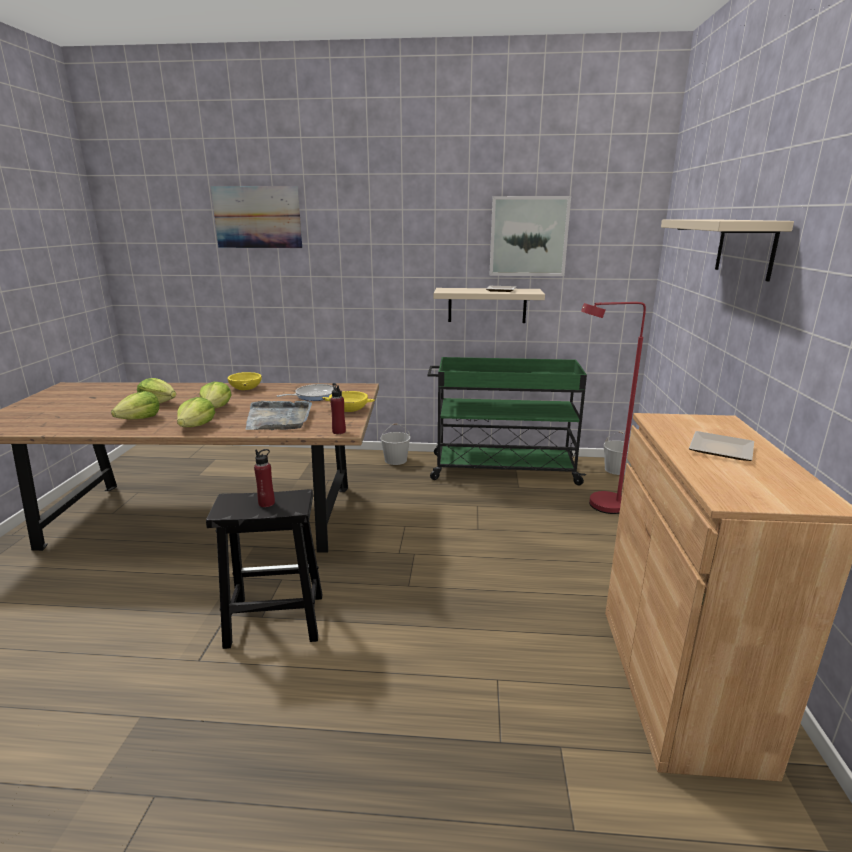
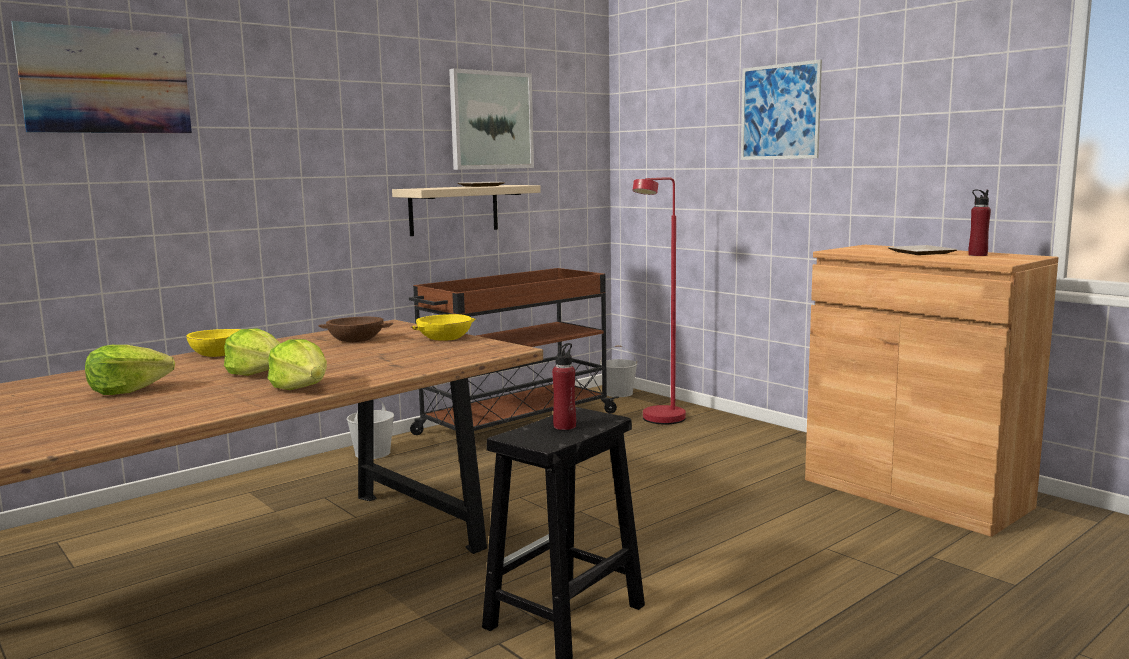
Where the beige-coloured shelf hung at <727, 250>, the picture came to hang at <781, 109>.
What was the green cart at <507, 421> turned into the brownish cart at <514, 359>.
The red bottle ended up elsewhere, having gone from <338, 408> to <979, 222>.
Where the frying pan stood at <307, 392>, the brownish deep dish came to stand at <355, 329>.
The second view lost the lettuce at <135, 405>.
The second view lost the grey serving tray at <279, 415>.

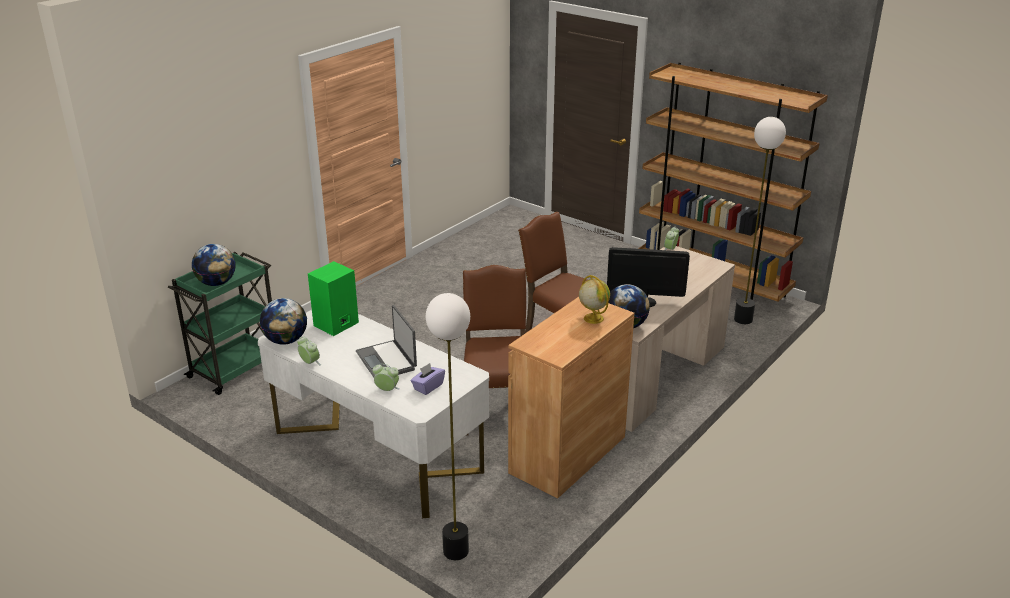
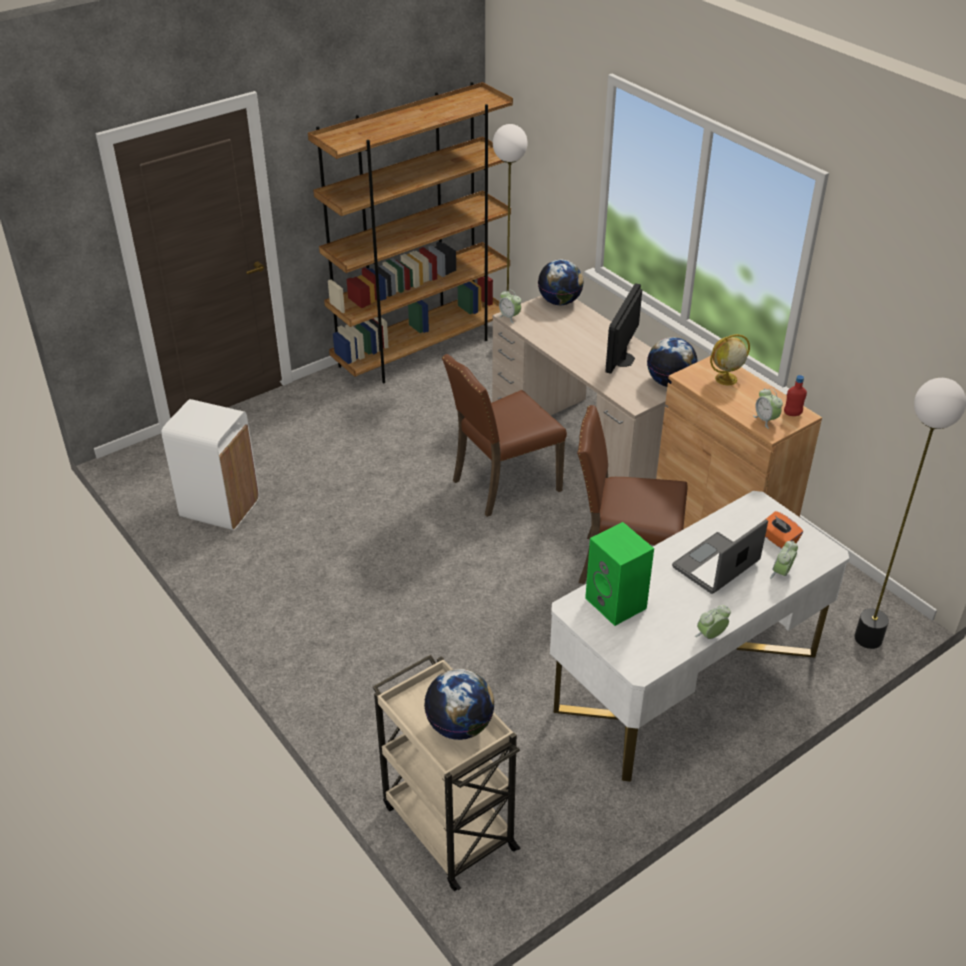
What was the green cart at <220, 323> turned into the beige-coloured cart at <447, 773>.
The world globe ended up elsewhere, having gone from <283, 321> to <560, 282>.
The notebook computer at <386, 341> ended up facing another way, 150 degrees clockwise from before.
What was the purple-coloured box of tissues at <428, 379> turned into the orange-coloured box of tissues at <784, 530>.
The second view gained the red bottle at <795, 395>.
The second view gained the table clock at <768, 408>.
The second view gained the white waste bin at <210, 464>.

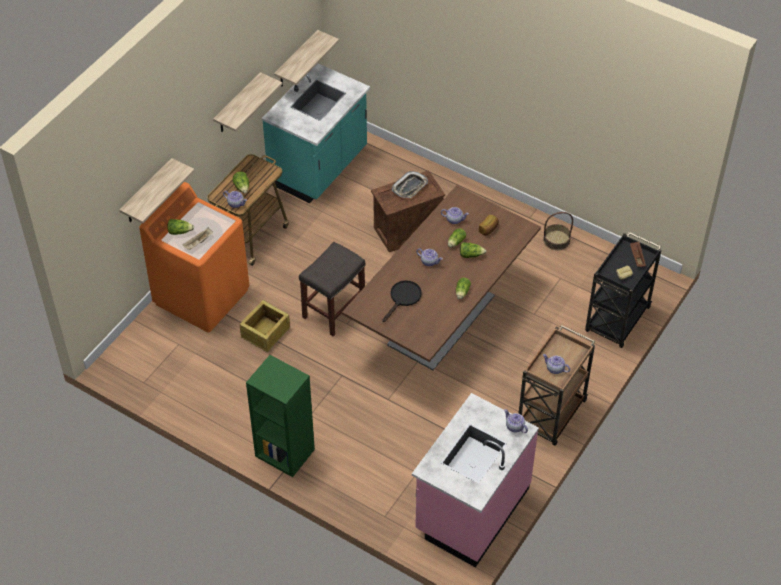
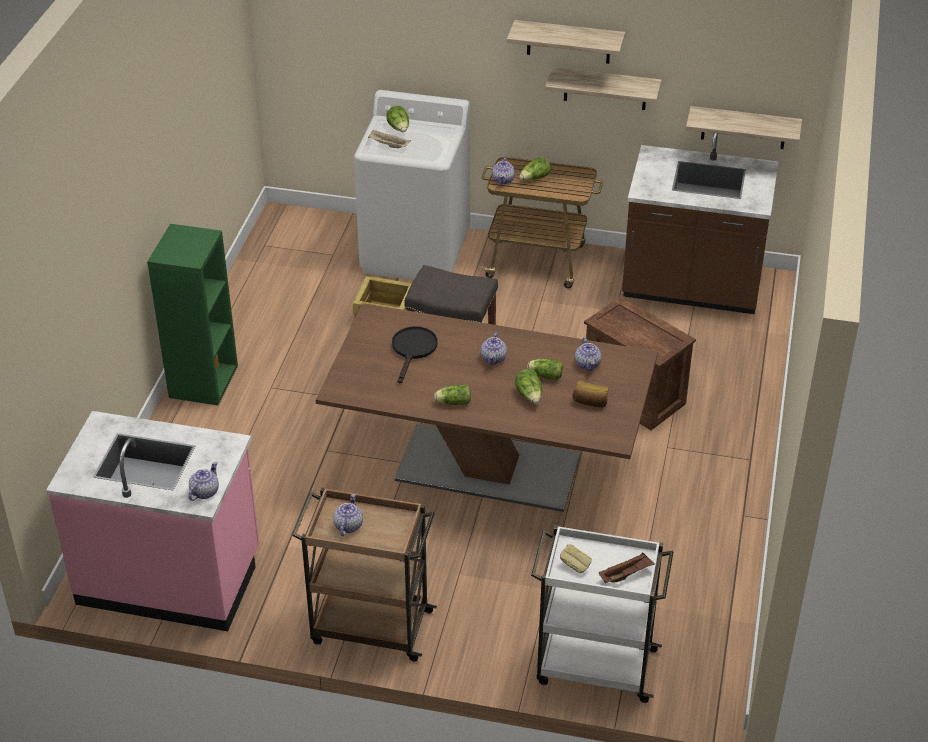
What was the turquoise kitchen base unit at <316, 133> turned into the brownish kitchen base unit at <700, 223>.
The shelf ended up elsewhere, having gone from <157, 191> to <566, 42>.
The second view lost the serving tray at <410, 184>.
What was the orange-coloured laundry machine at <194, 257> turned into the white laundry machine at <412, 185>.
The second view lost the basket at <558, 231>.
What was the black cart at <623, 290> turned into the white cart at <602, 614>.
The black frying pan at <402, 301> ended up facing another way, 90 degrees counterclockwise from before.

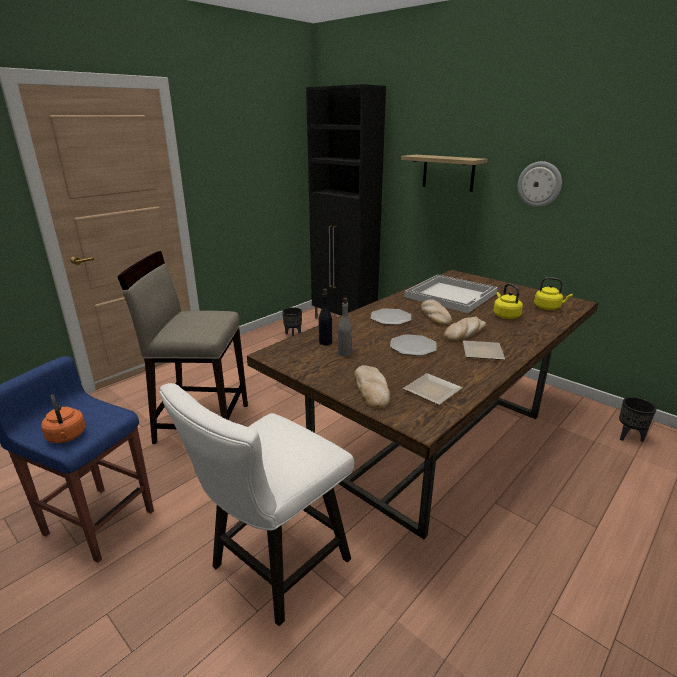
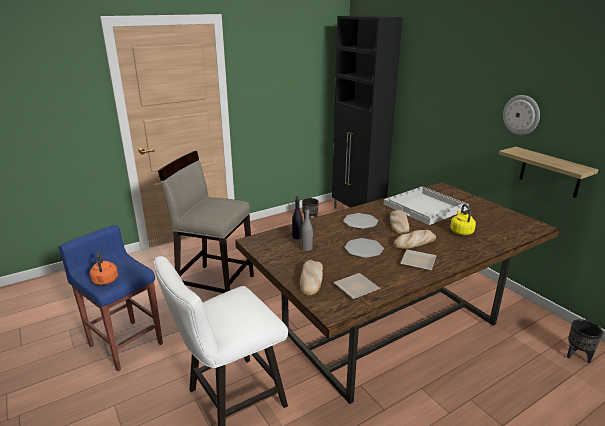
The shelf ended up elsewhere, having gone from <444, 173> to <548, 172>.
The second view lost the yellow tea kettle at <553, 293>.

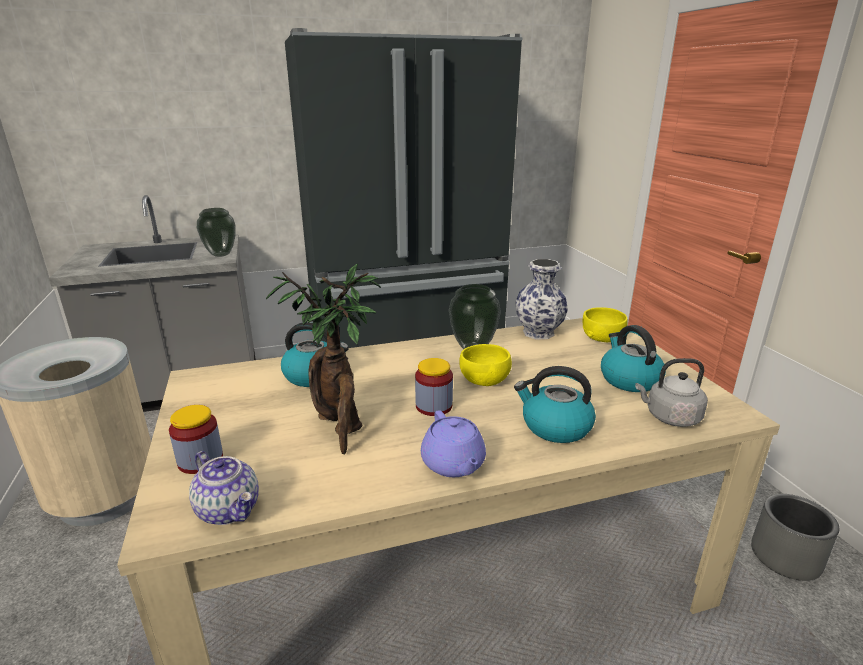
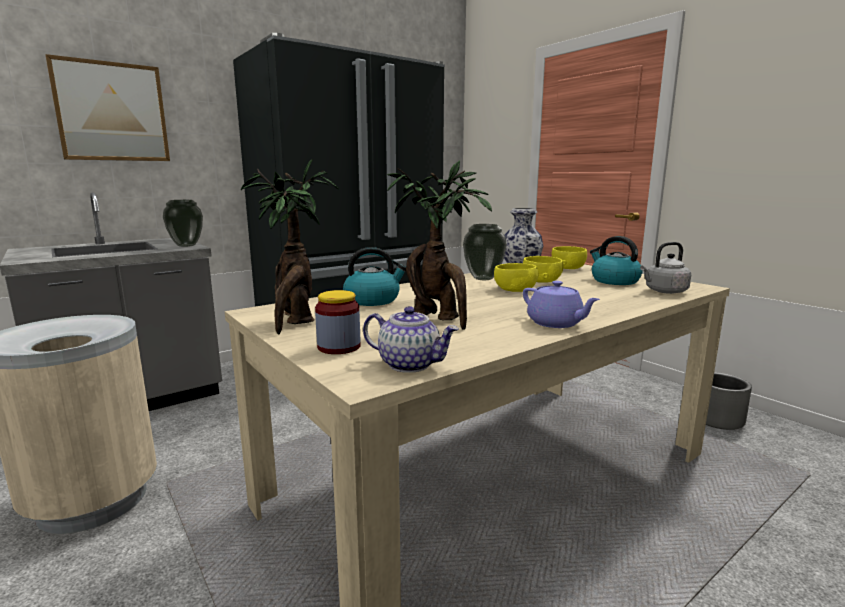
The second view lost the jar at <434, 387>.
The second view lost the tea kettle at <555, 404>.
The second view gained the picture at <107, 107>.
The second view gained the plant in a pot at <290, 247>.
The second view gained the yellow deep dish at <543, 269>.

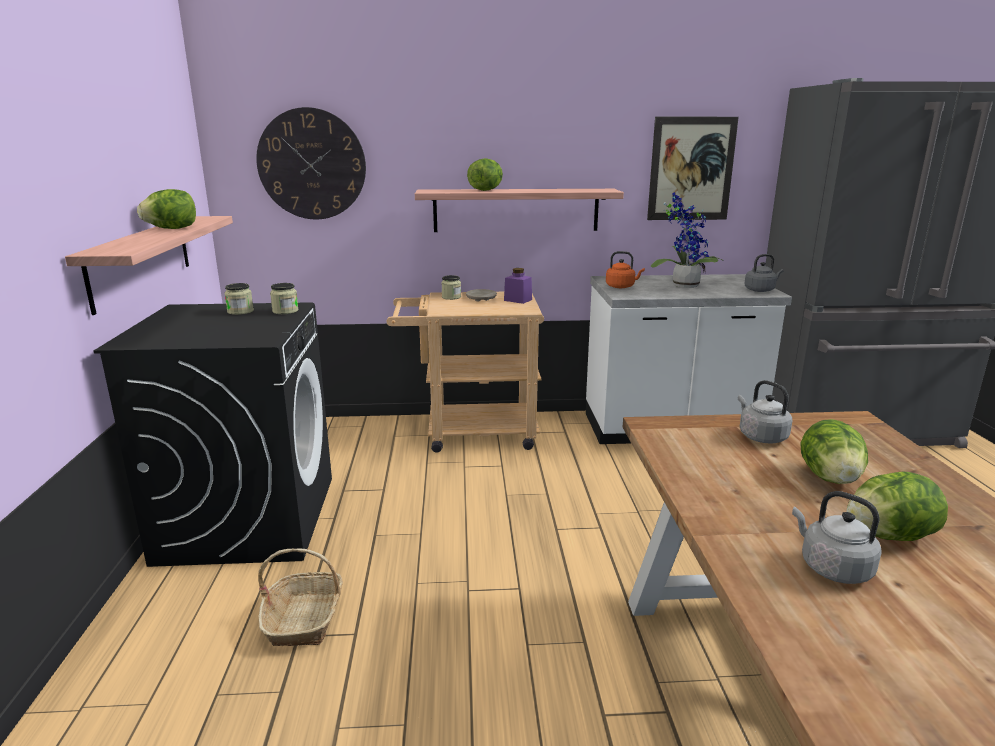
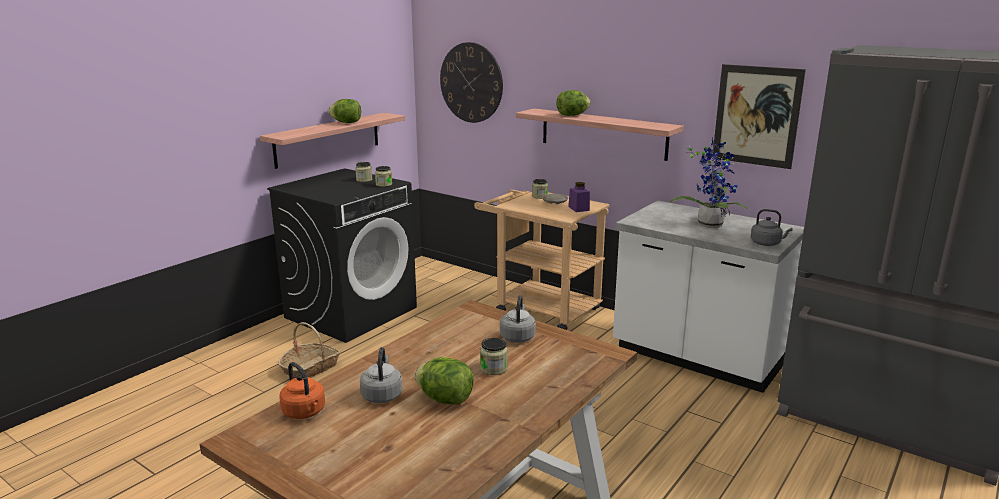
The orange-coloured tea kettle ended up elsewhere, having gone from <625, 269> to <302, 390>.
Where the lettuce stood at <834, 451>, the jar came to stand at <494, 356>.

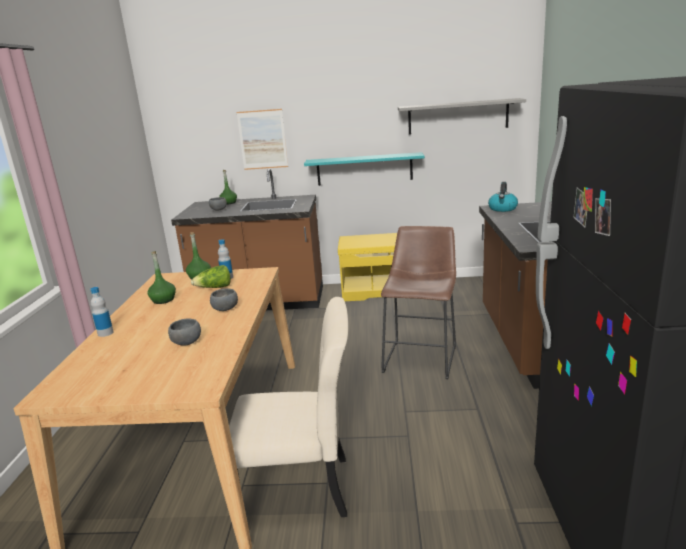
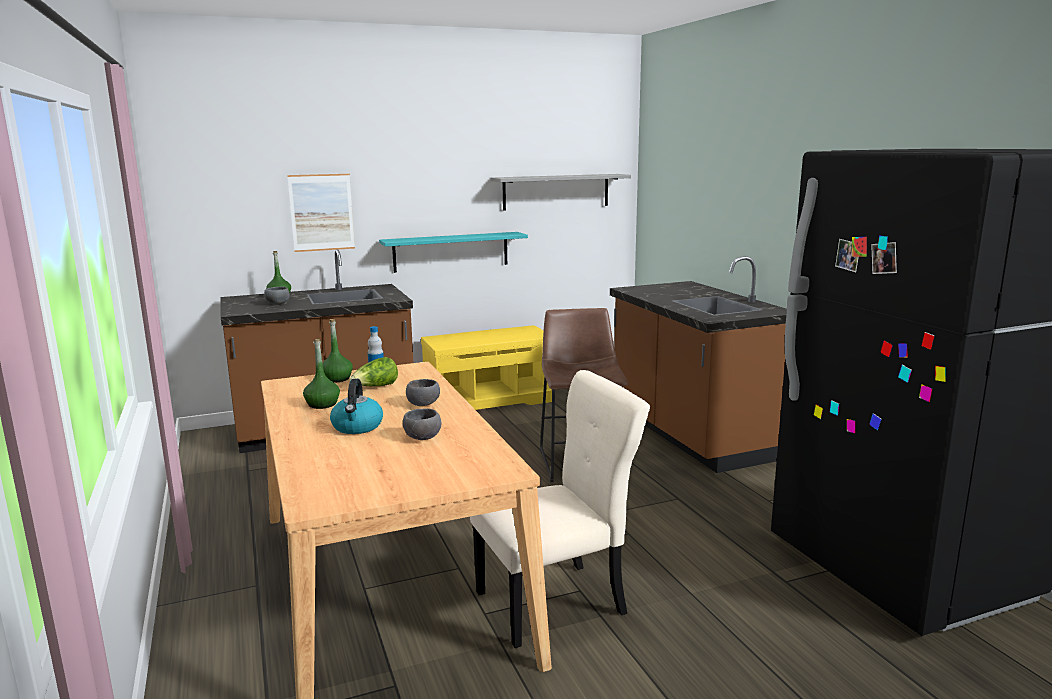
The tea kettle ended up elsewhere, having gone from <503, 197> to <356, 406>.
The second view lost the bottle at <102, 312>.

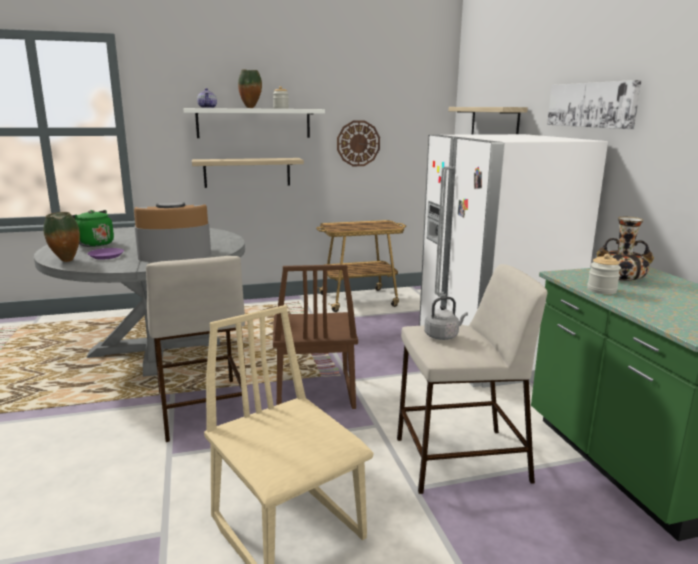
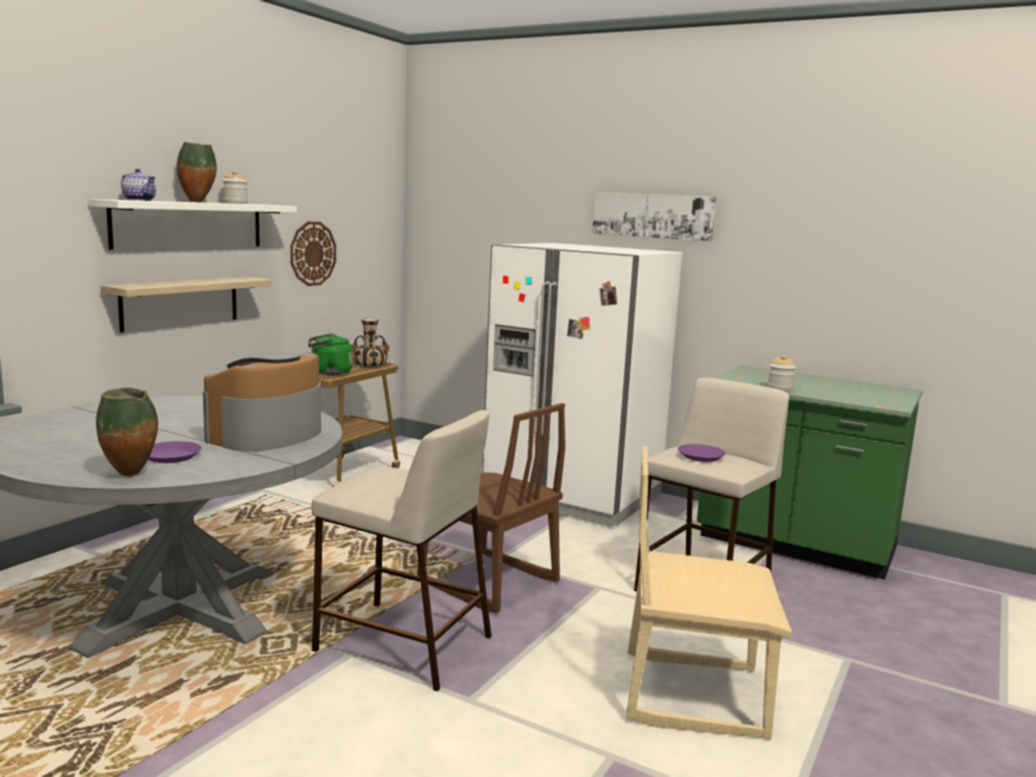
The second view lost the shelf at <488, 121>.
The green tea kettle ended up elsewhere, having gone from <93, 228> to <330, 354>.
The vase ended up elsewhere, having gone from <625, 248> to <370, 342>.
Where the grey tea kettle stood at <446, 318>, the purple-coloured flat dish came to stand at <702, 453>.

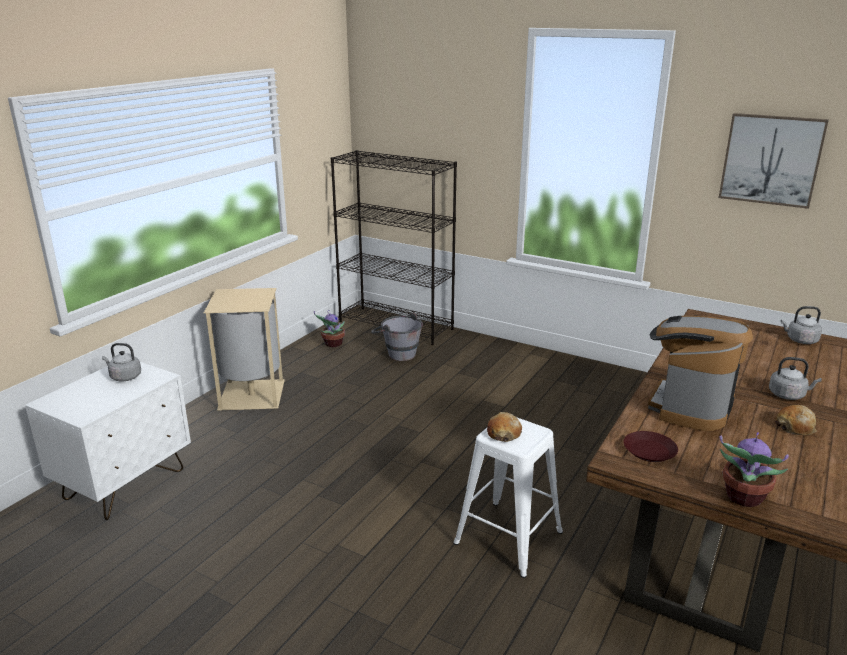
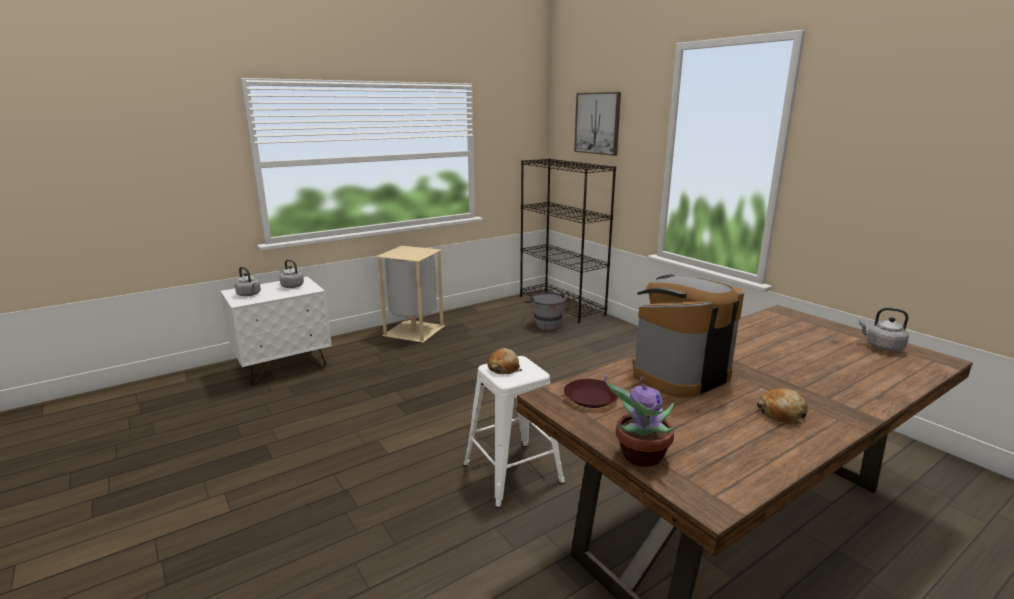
The picture ended up elsewhere, having gone from <774, 161> to <597, 124>.
The second view lost the plant in a pot at <329, 328>.
The grey tea kettle ended up elsewhere, having gone from <795, 378> to <248, 281>.

